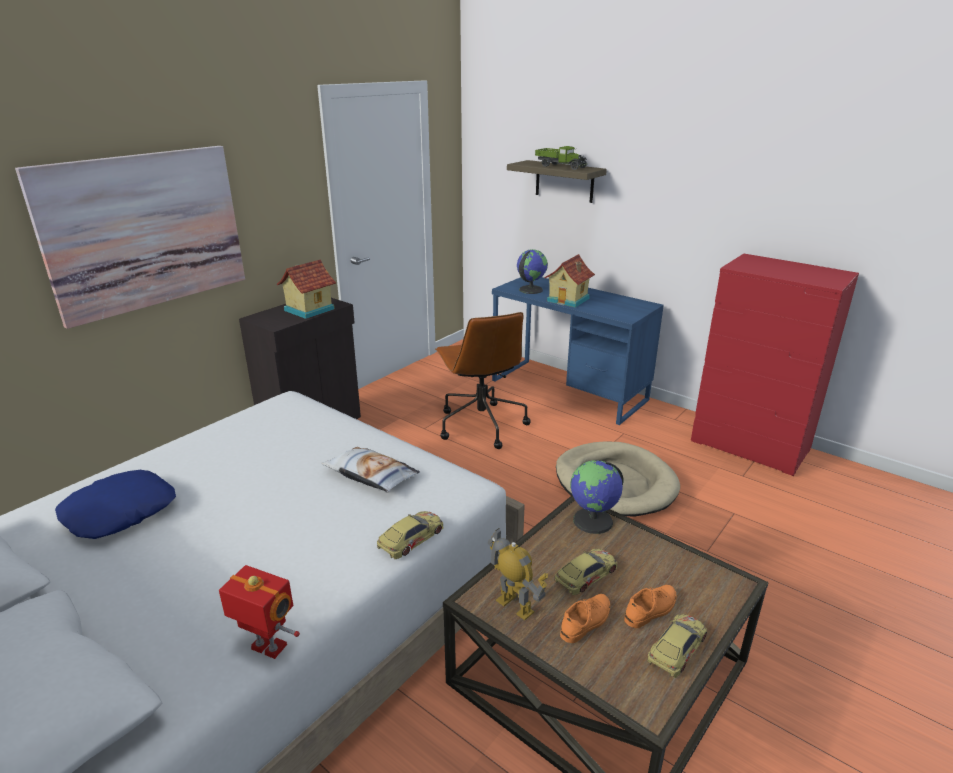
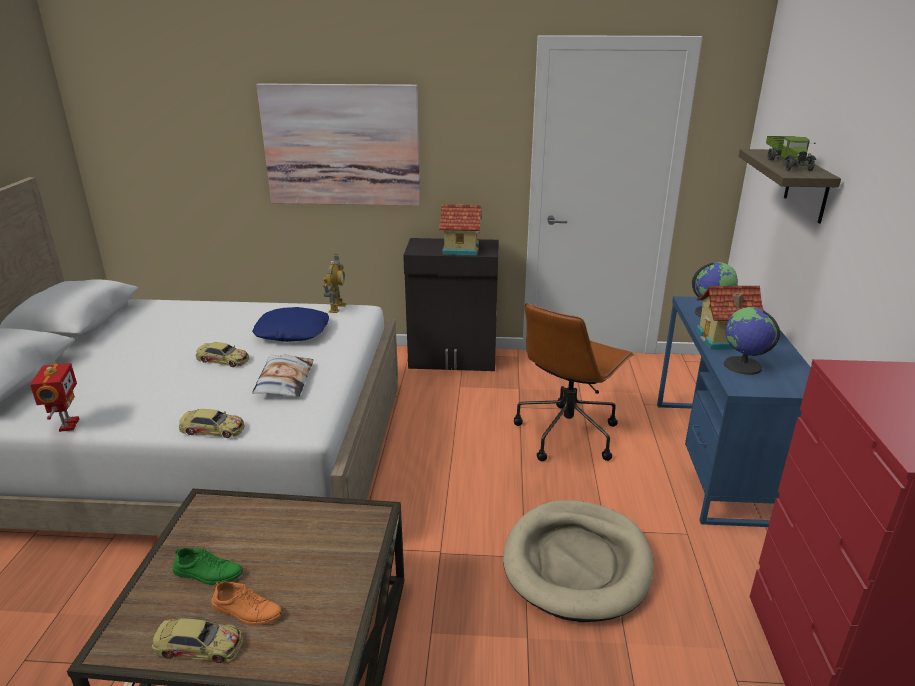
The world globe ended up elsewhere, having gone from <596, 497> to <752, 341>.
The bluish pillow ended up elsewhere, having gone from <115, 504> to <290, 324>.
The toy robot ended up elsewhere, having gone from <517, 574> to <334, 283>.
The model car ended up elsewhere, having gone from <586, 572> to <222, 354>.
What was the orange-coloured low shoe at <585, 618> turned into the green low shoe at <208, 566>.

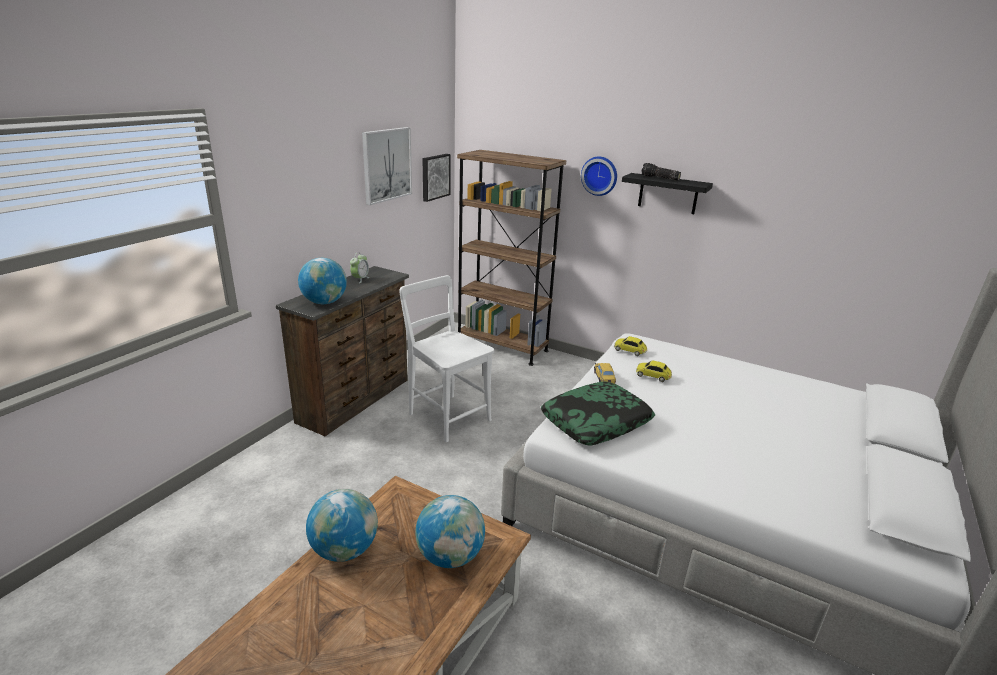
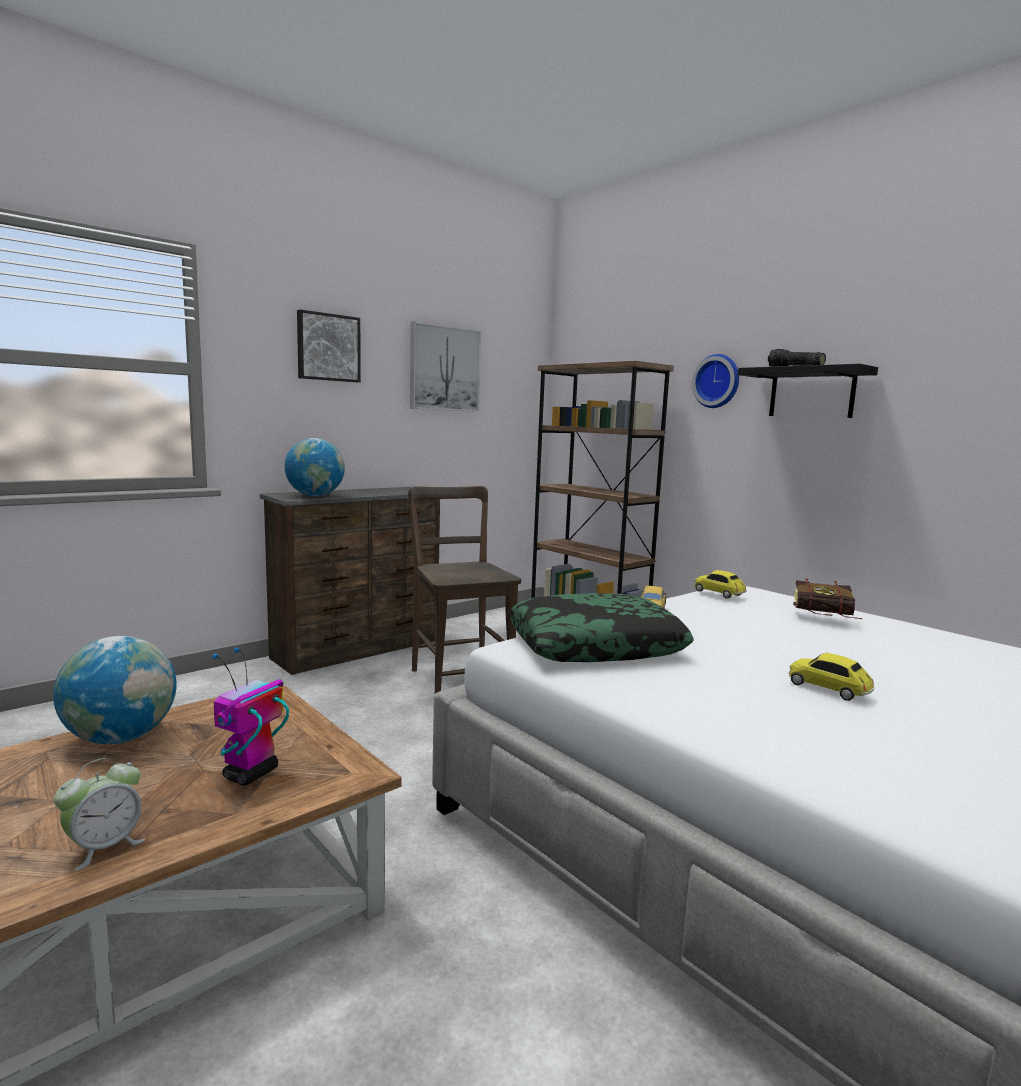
The picture ended up elsewhere, having gone from <436, 178> to <329, 345>.
The table clock ended up elsewhere, having gone from <360, 267> to <99, 814>.
What was the white upright chair at <446, 358> turned into the brownish upright chair at <464, 589>.
The model car ended up elsewhere, having gone from <654, 371> to <831, 677>.
Where the world globe stood at <450, 531>, the toy robot came to stand at <250, 716>.
The second view gained the bound book at <828, 598>.

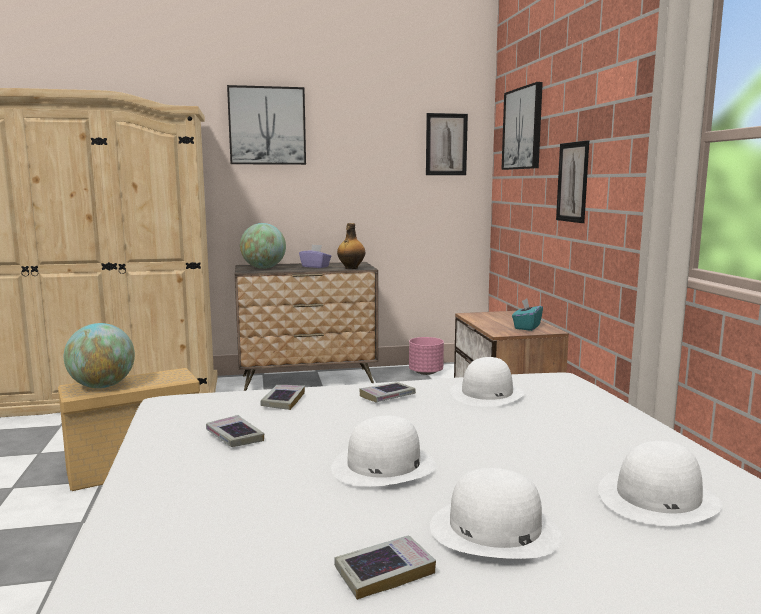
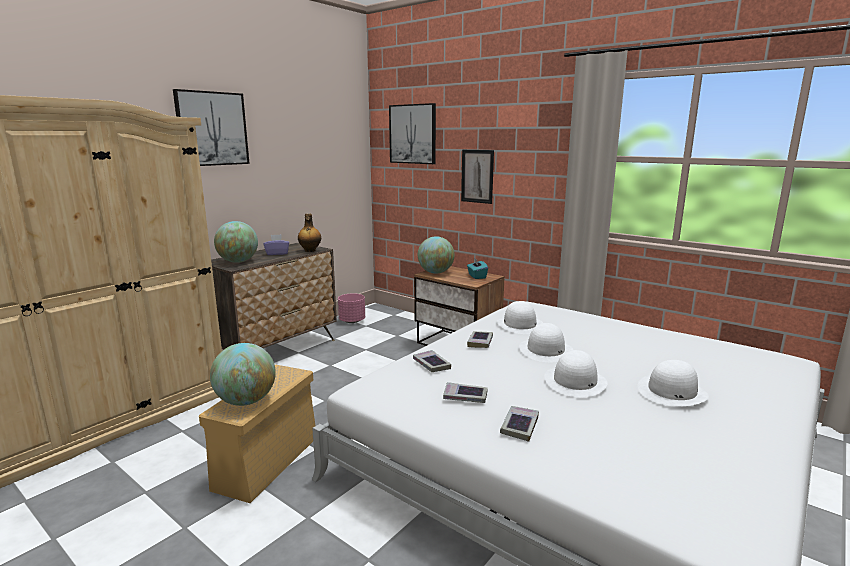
The second view lost the picture at <447, 144>.
The white clothing hat ended up elsewhere, having gone from <660, 483> to <546, 342>.
The bound book ended up elsewhere, having gone from <385, 567> to <519, 424>.
The second view gained the world globe at <436, 255>.

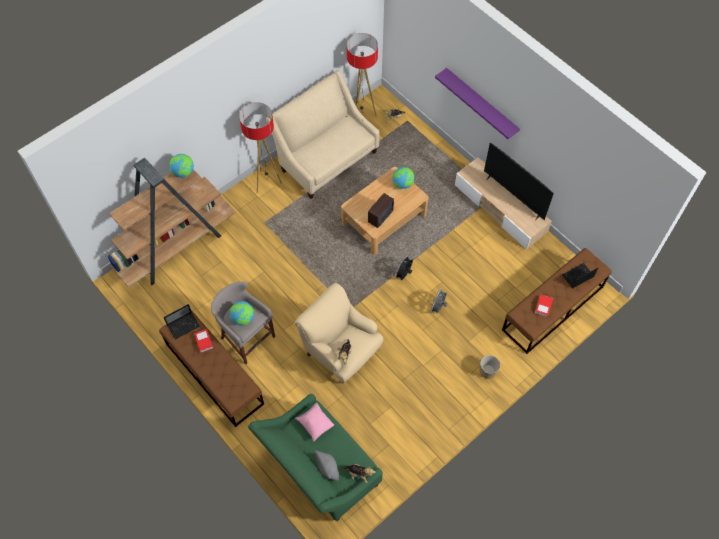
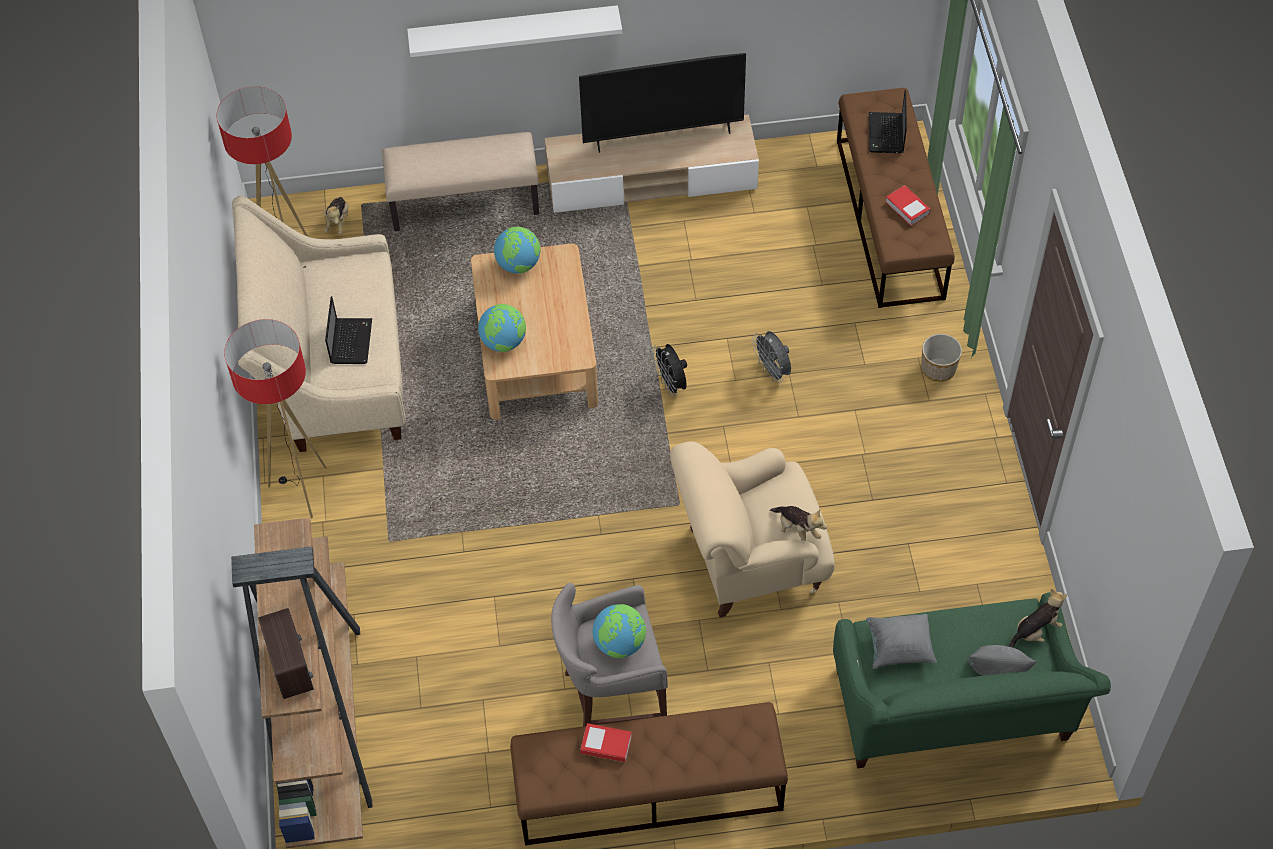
What was the purple-coloured shelf at <477, 103> turned into the white shelf at <514, 31>.
The world globe ended up elsewhere, having gone from <181, 166> to <502, 328>.
The radio set ended up elsewhere, having gone from <381, 210> to <286, 653>.
The notebook computer ended up elsewhere, having gone from <182, 322> to <348, 330>.
What was the pinkish pillow at <314, 422> turned into the grey pillow at <901, 641>.
The second view gained the beige-coloured bench at <460, 181>.

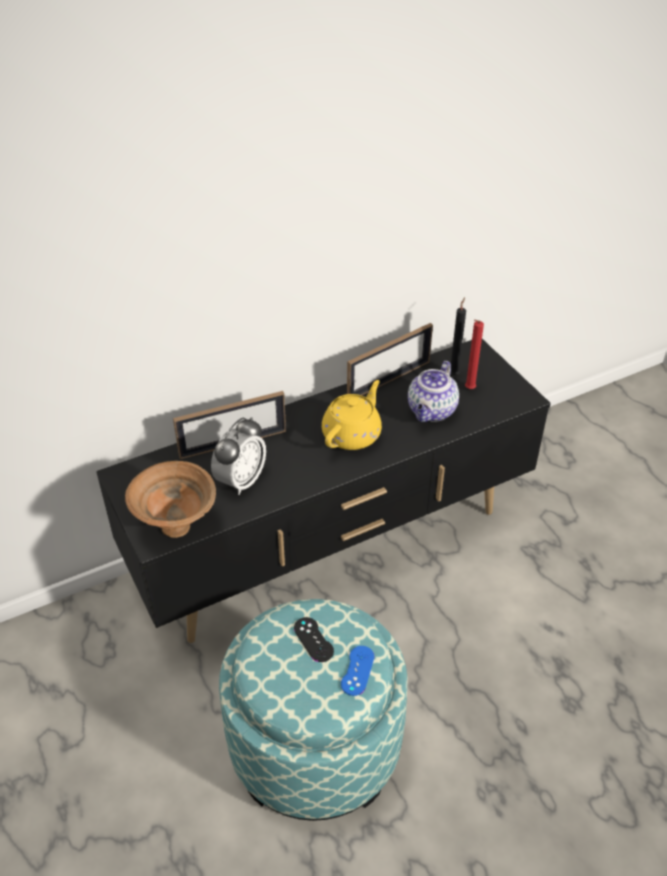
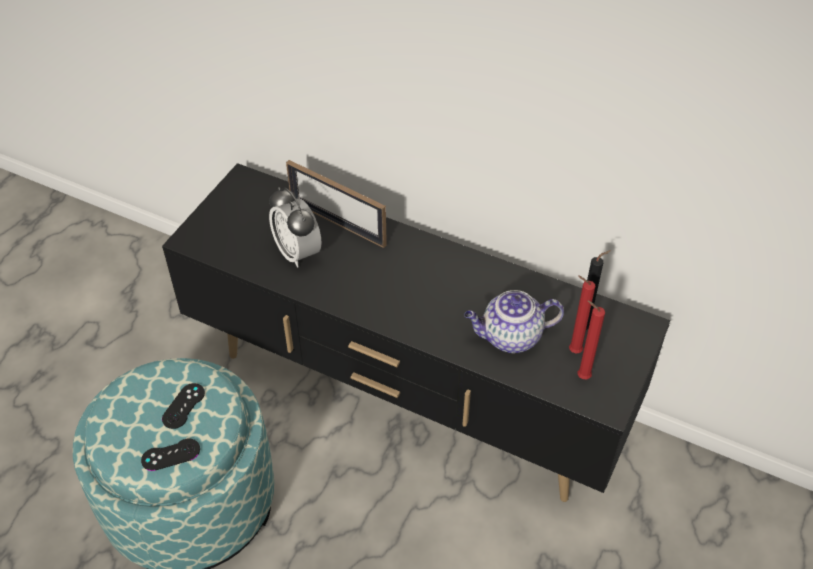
The second view lost the standing frame at <390, 359>.
The second view lost the yellow teapot at <352, 415>.
The table clock at <238, 456> ended up facing another way, 60 degrees clockwise from before.
The second view lost the brownish deep dish at <170, 499>.
What was the bluish game controller at <357, 671> turned into the black game controller at <170, 454>.
The second view gained the red candle at <591, 339>.

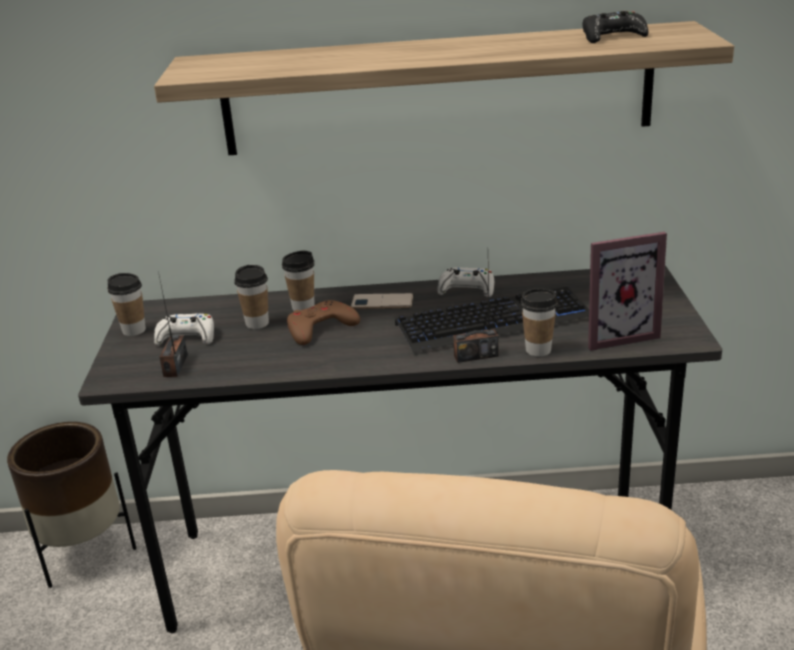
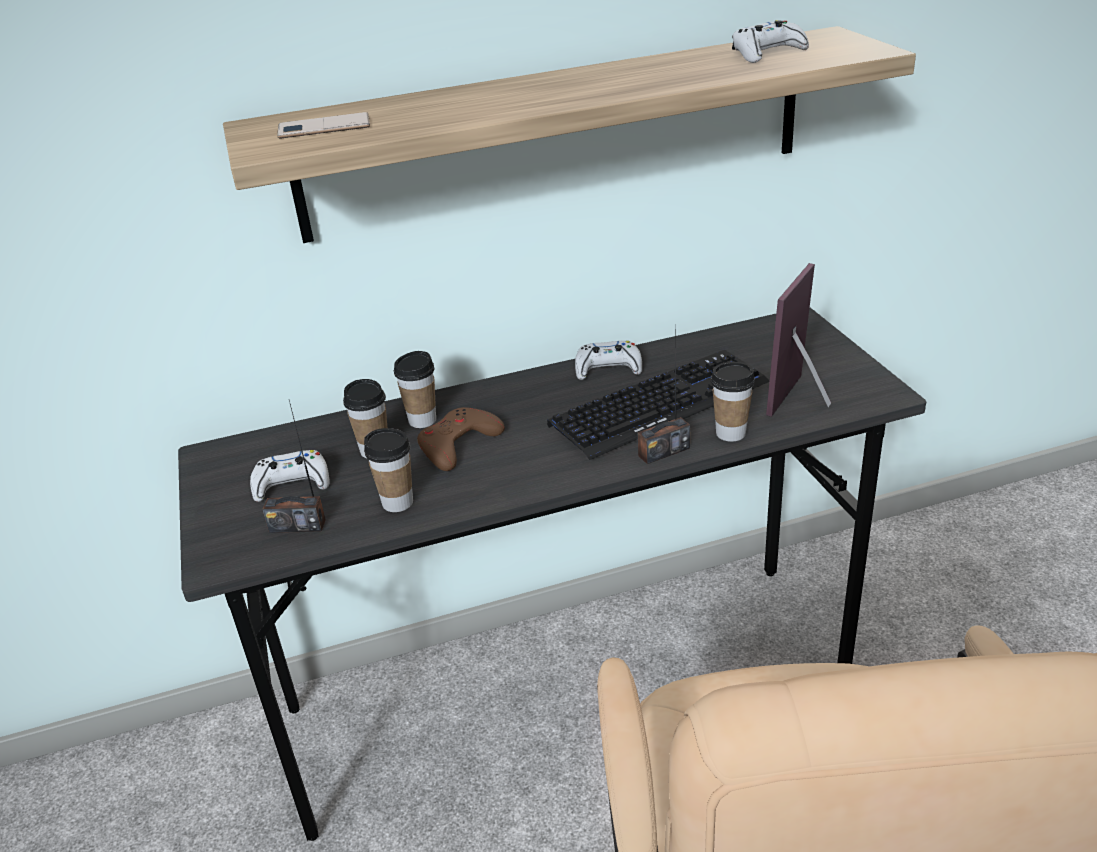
What was the black game controller at <615, 27> turned into the white game controller at <770, 41>.
The standing frame at <627, 291> ended up facing another way, 150 degrees clockwise from before.
The radio set at <173, 324> ended up facing another way, 75 degrees counterclockwise from before.
The drinking cup ended up elsewhere, having gone from <126, 304> to <388, 470>.
The telephone ended up elsewhere, having gone from <382, 301> to <323, 125>.
The second view lost the brownish flower pot at <71, 505>.

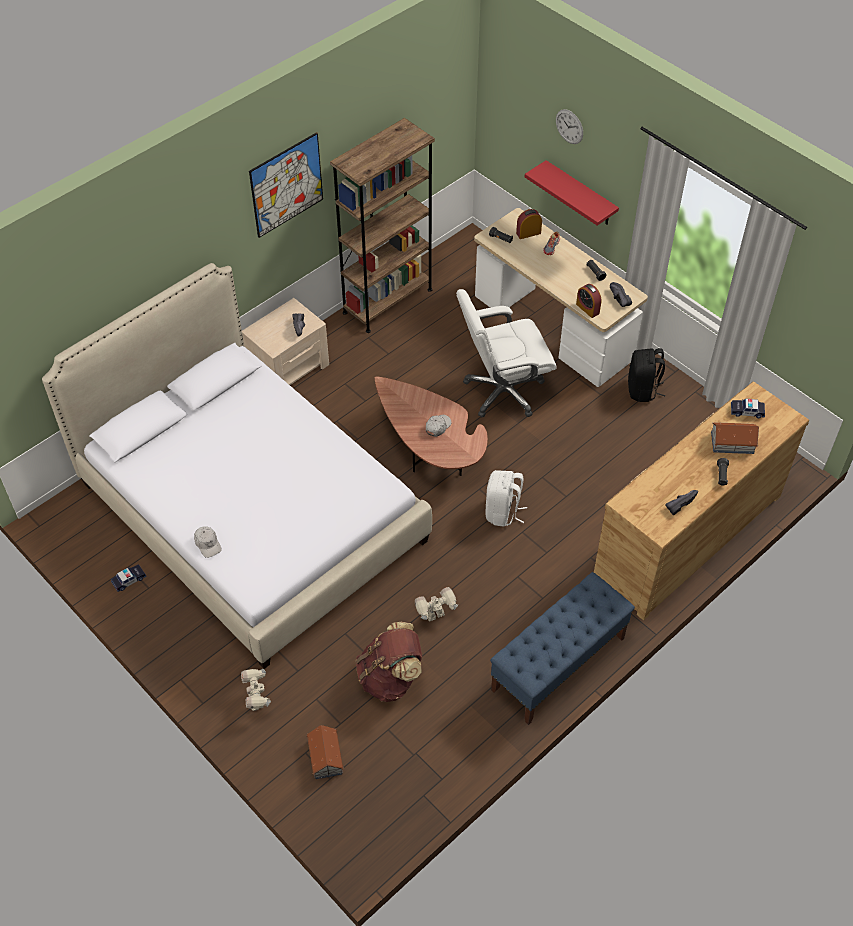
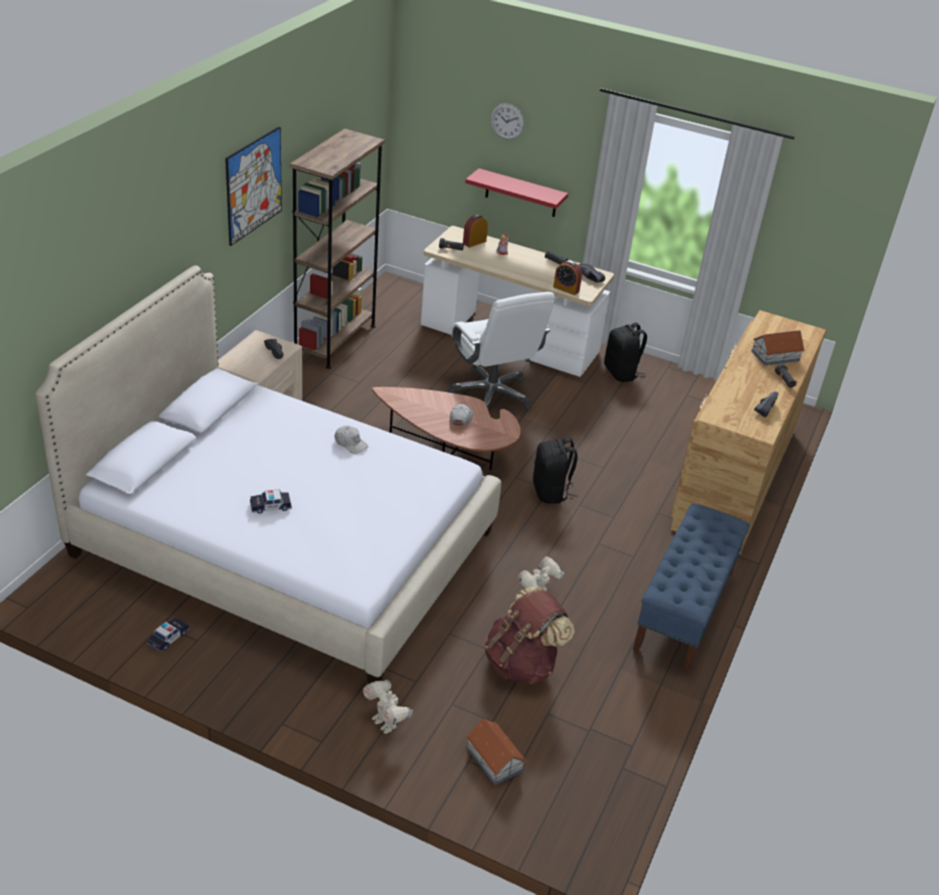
The white desk chair at <506, 353> ended up facing another way, 75 degrees counterclockwise from before.
The model car ended up elsewhere, having gone from <748, 408> to <271, 501>.
What was the white rucksack at <506, 498> turned into the black rucksack at <555, 470>.
The white cap ended up elsewhere, having gone from <208, 542> to <351, 440>.

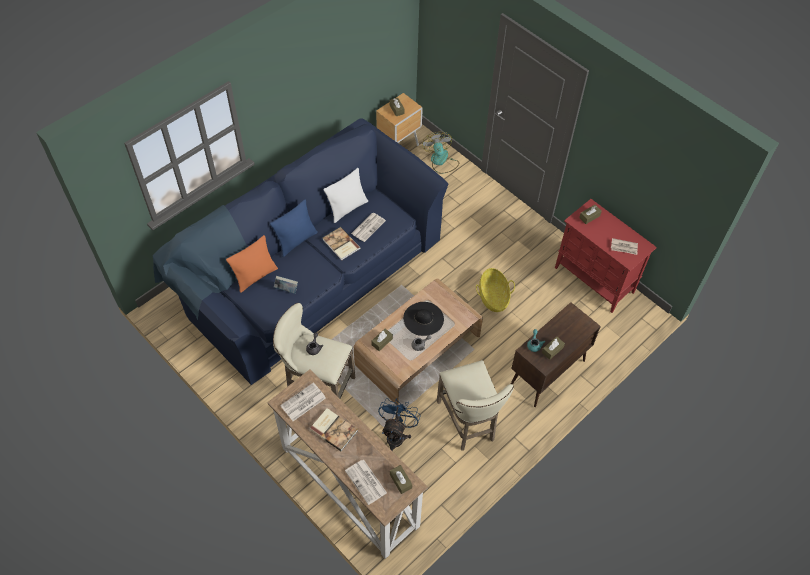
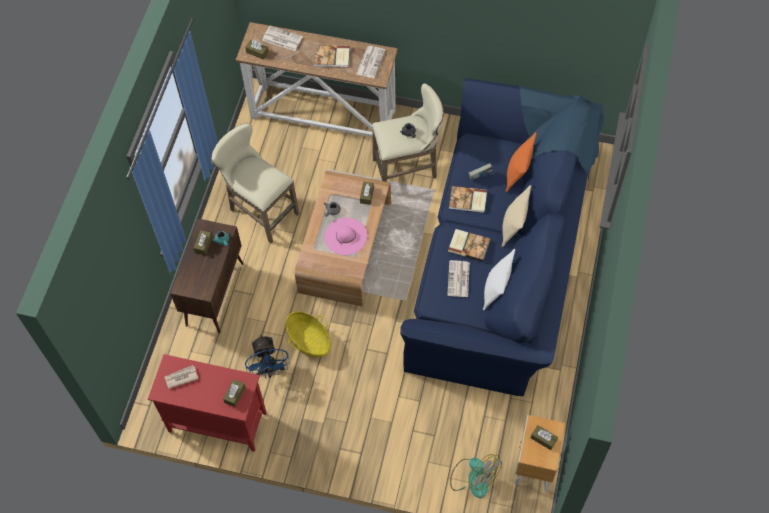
What was the bluish pillow at <294, 228> turned into the beige-coloured pillow at <516, 216>.
What was the black clothing hat at <423, 319> turned into the pinkish clothing hat at <345, 236>.
The bluish electric fan ended up elsewhere, having gone from <399, 424> to <267, 356>.
The second view gained the bound book at <468, 199>.

